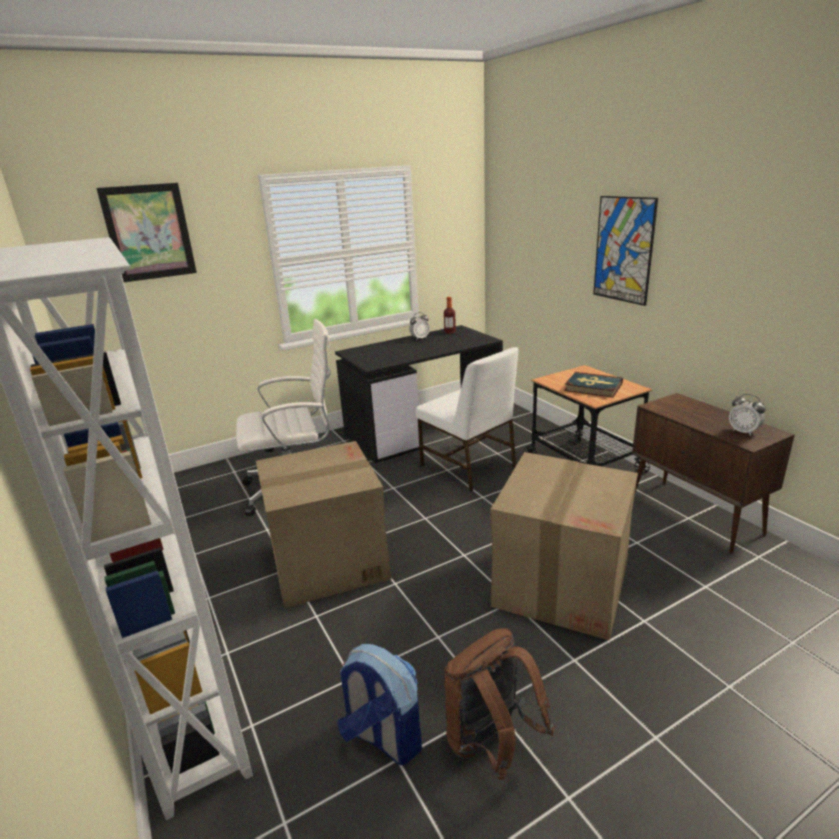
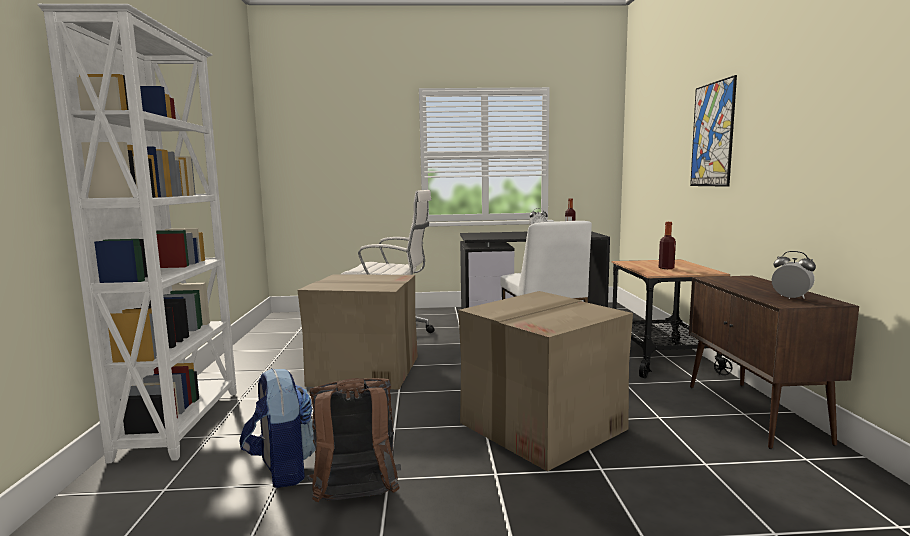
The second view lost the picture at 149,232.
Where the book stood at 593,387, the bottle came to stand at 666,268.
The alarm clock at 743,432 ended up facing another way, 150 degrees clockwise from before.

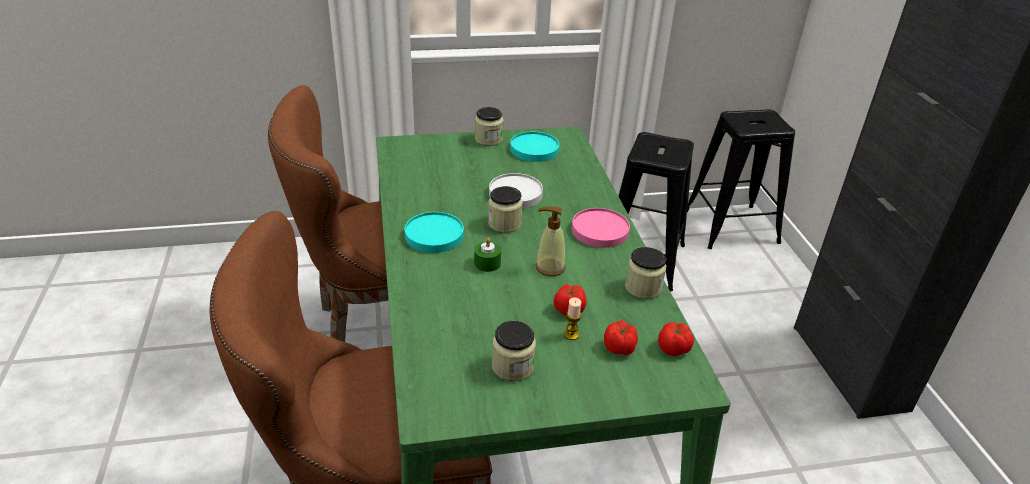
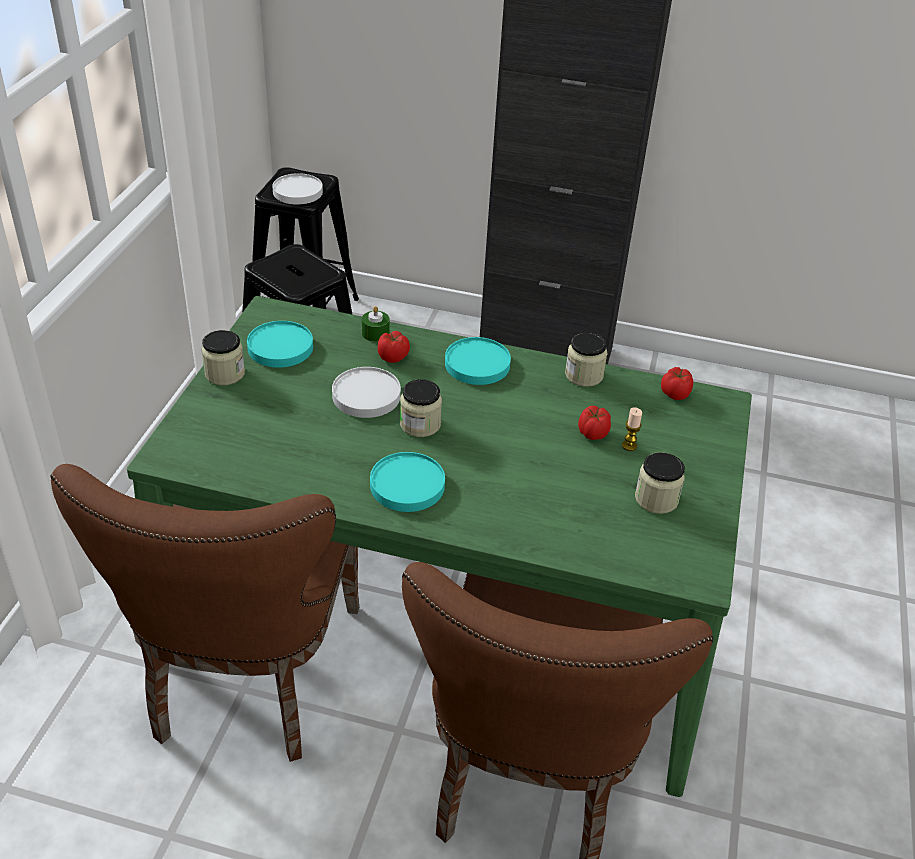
The green candle ended up elsewhere, having gone from 487,263 to 375,333.
The second view lost the soap dispenser at 550,267.
What was the pink plate at 600,231 turned into the turquoise plate at 477,364.
The tomato ended up elsewhere, having gone from 619,348 to 393,357.
The second view gained the white plate at 298,192.

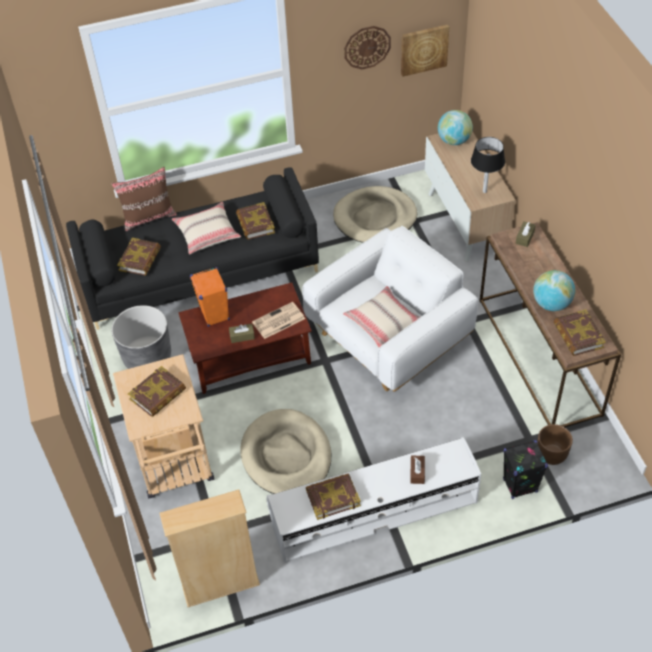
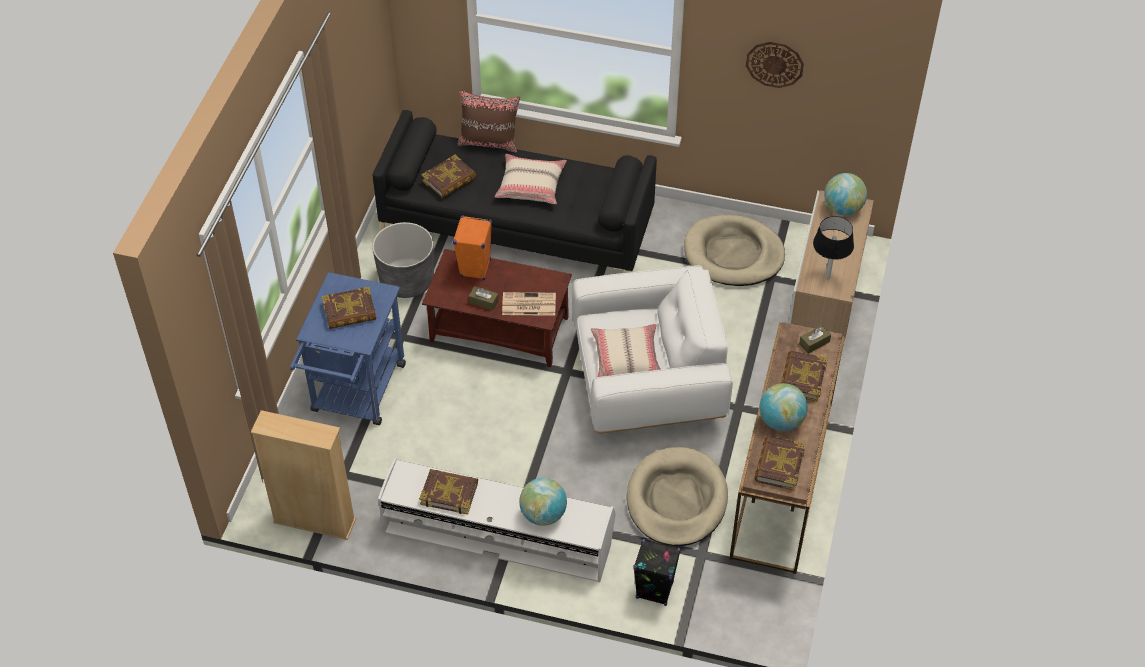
What was the beige cart at 175,466 turned into the blue cart at 356,395.
The book ended up elsewhere, having gone from 255,224 to 802,379.
The beige dog bed ended up elsewhere, having gone from 286,455 to 676,500.
The second view lost the picture at 424,49.
Where the brown tissue box stood at 417,472, the globe came to stand at 543,514.
The second view lost the brown planter at 551,454.

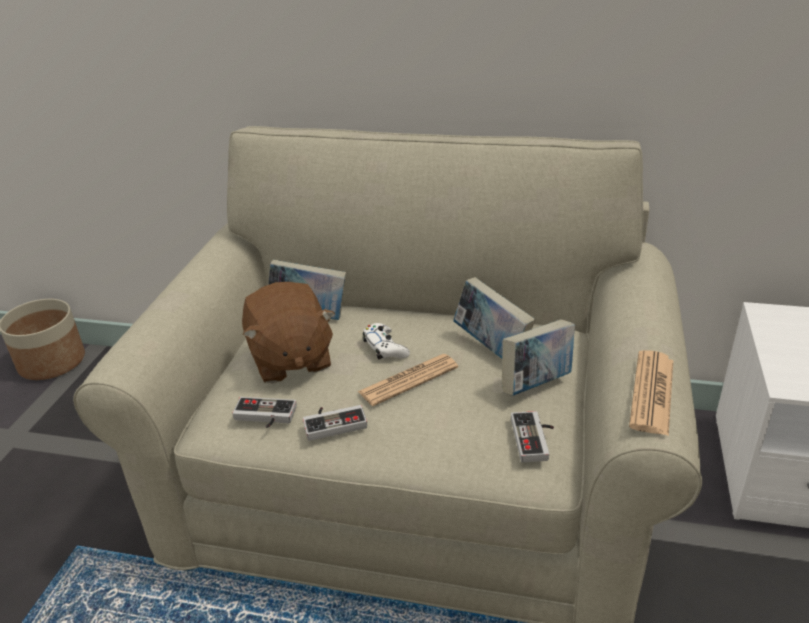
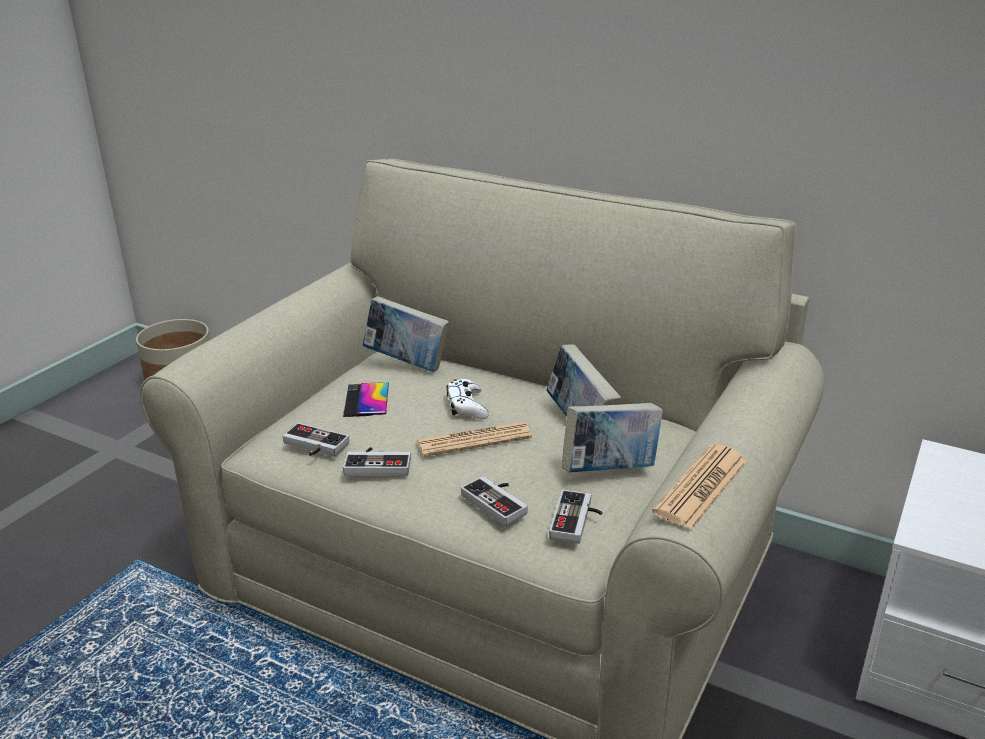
Where the brown plush toy stood at 290,359, the phone came to stand at 366,400.
The second view gained the game controller at 499,502.

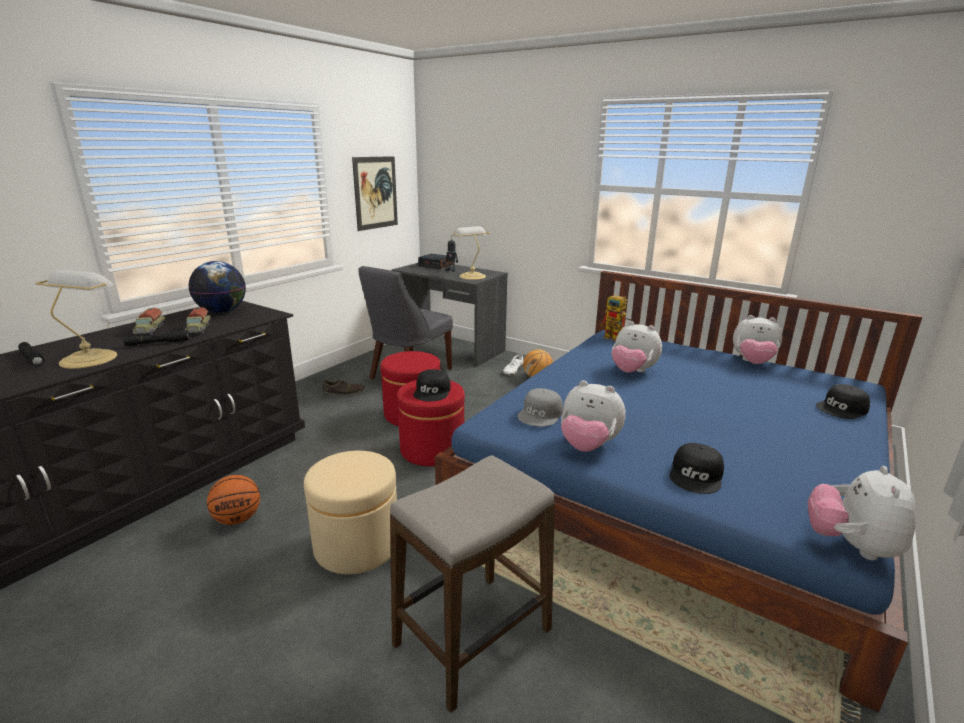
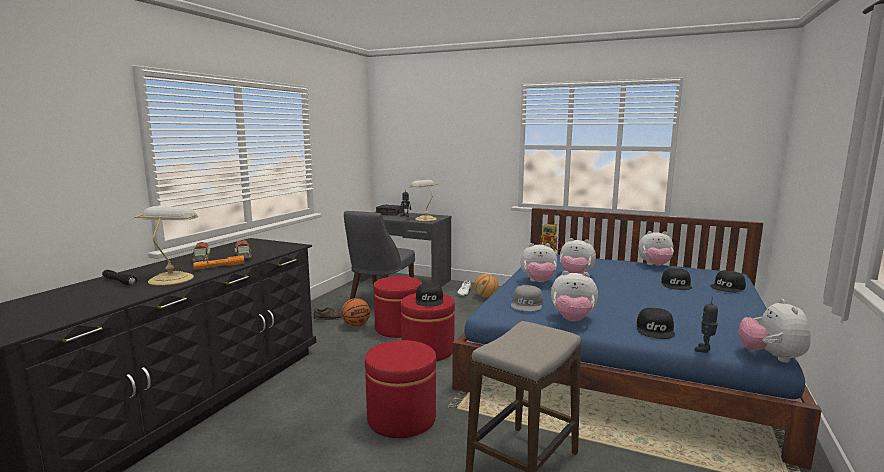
What was the black flashlight at 157,343 turned into the orange flashlight at 219,267.
The second view lost the globe at 222,311.
The basketball ended up elsewhere, having gone from 237,519 to 356,325.
What was the beige ottoman at 357,545 turned into the red ottoman at 401,418.
The second view lost the picture at 375,193.
The second view gained the plush toy at 538,282.
The second view gained the black cap at 677,285.
The second view gained the toy robot at 705,350.

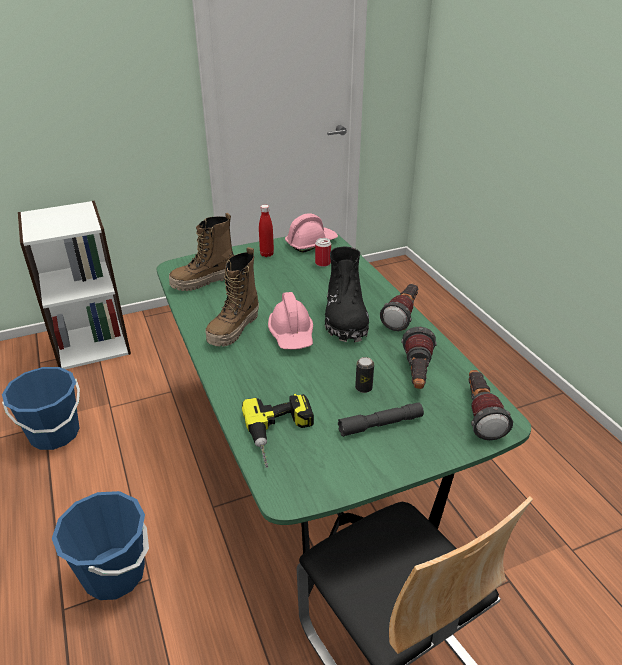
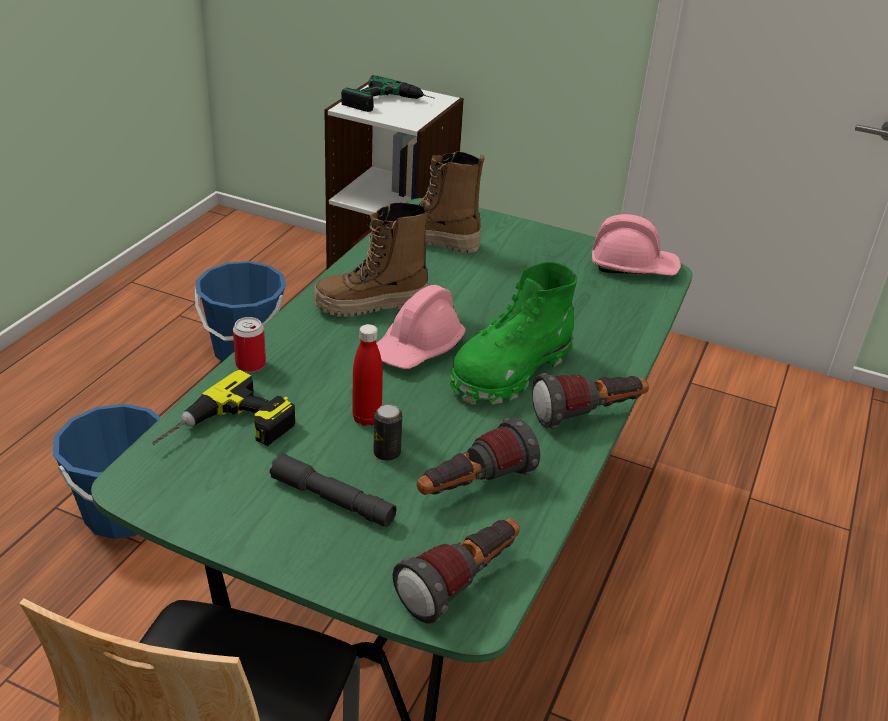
The red bottle ended up elsewhere, having gone from 267,254 to 367,418.
The can ended up elsewhere, having gone from 323,263 to 250,364.
What was the black boot at 345,318 turned into the green boot at 510,371.
The second view gained the power drill at 389,103.

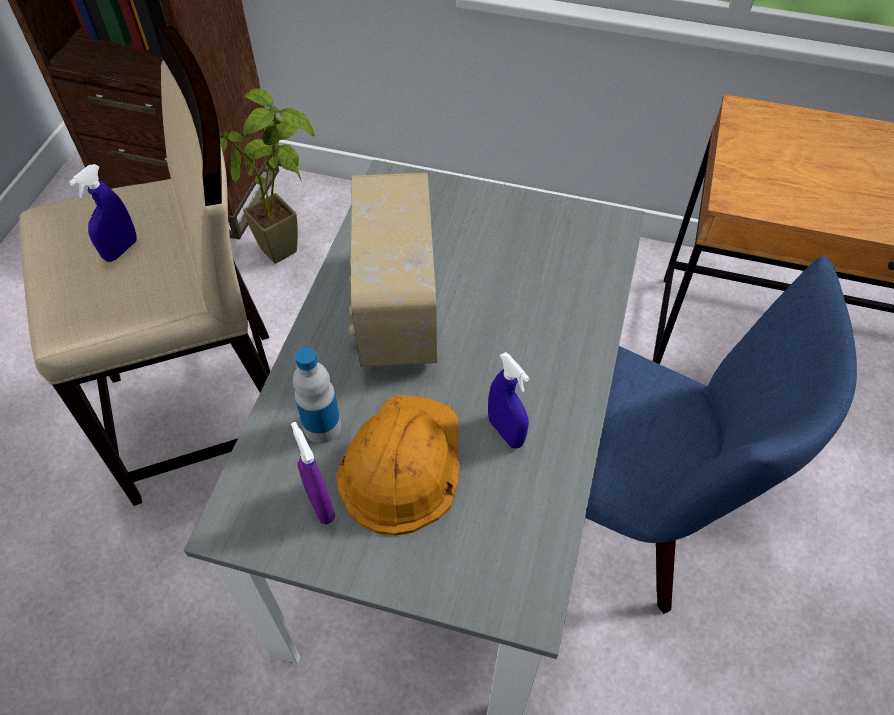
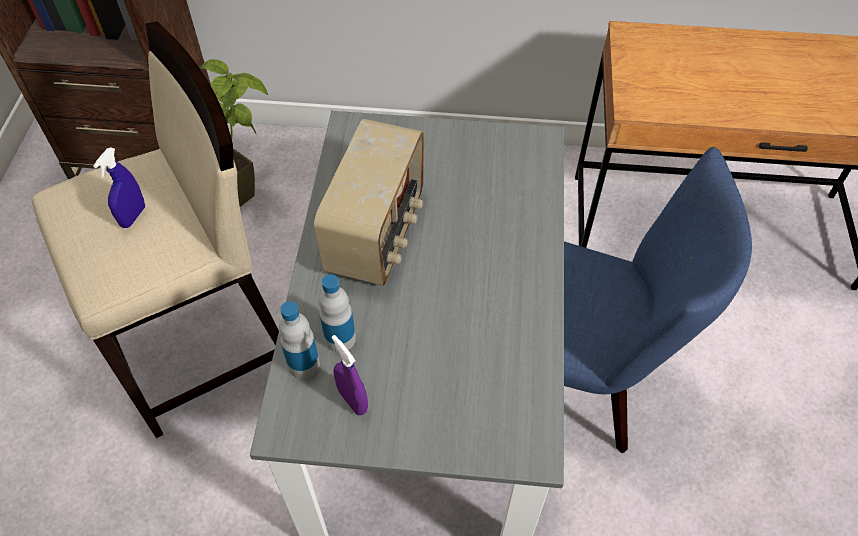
The second view lost the orange hard hat at 402,464.
The radio at 395,309 ended up facing another way, 150 degrees counterclockwise from before.
The second view lost the blue spray bottle at 505,432.
The second view gained the bottle at 303,364.

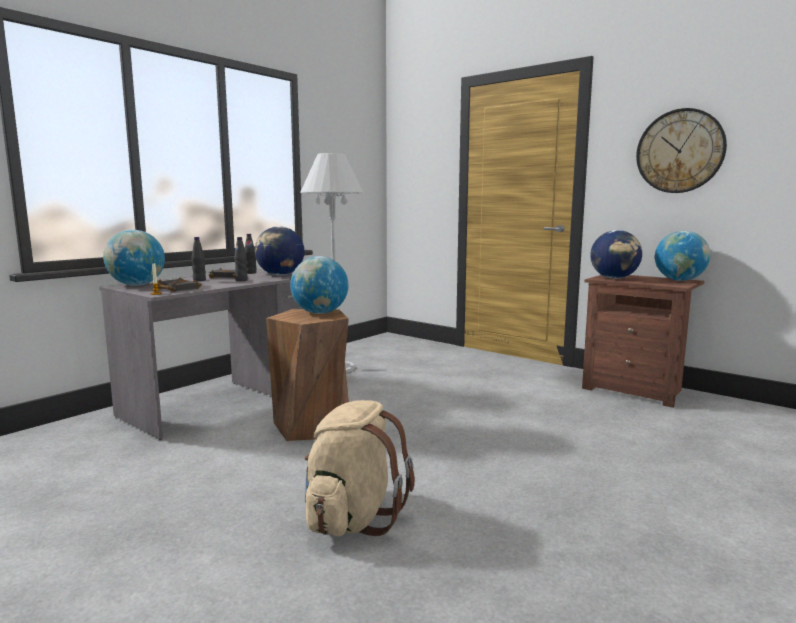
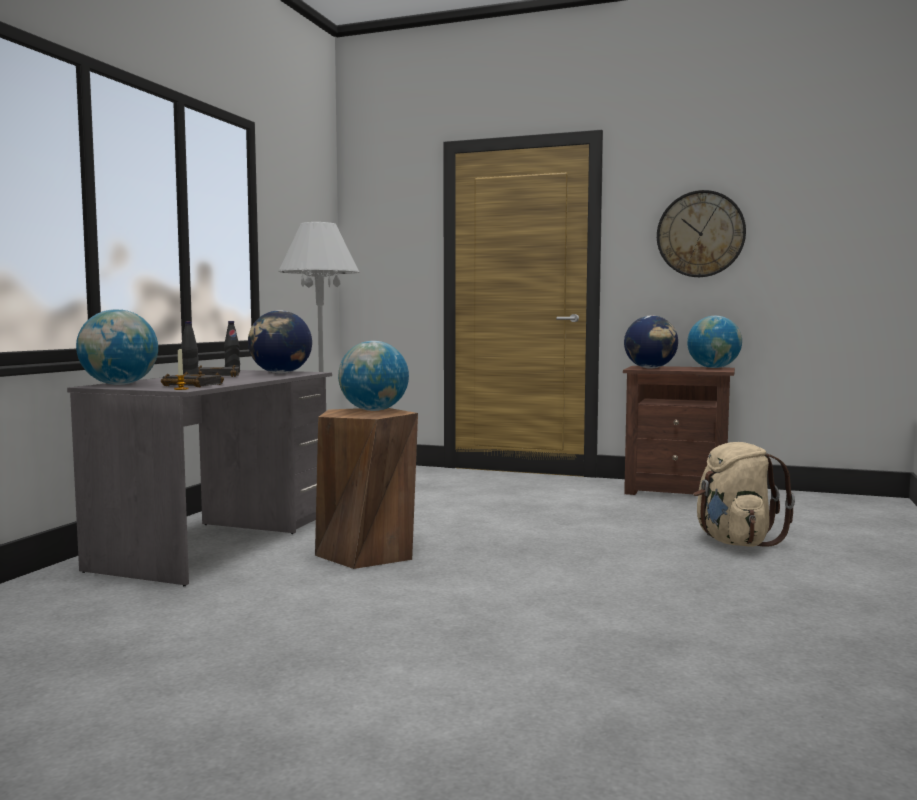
The second view lost the black bottle at 241,280.
The beige backpack ended up elsewhere, having gone from 353,518 to 735,542.

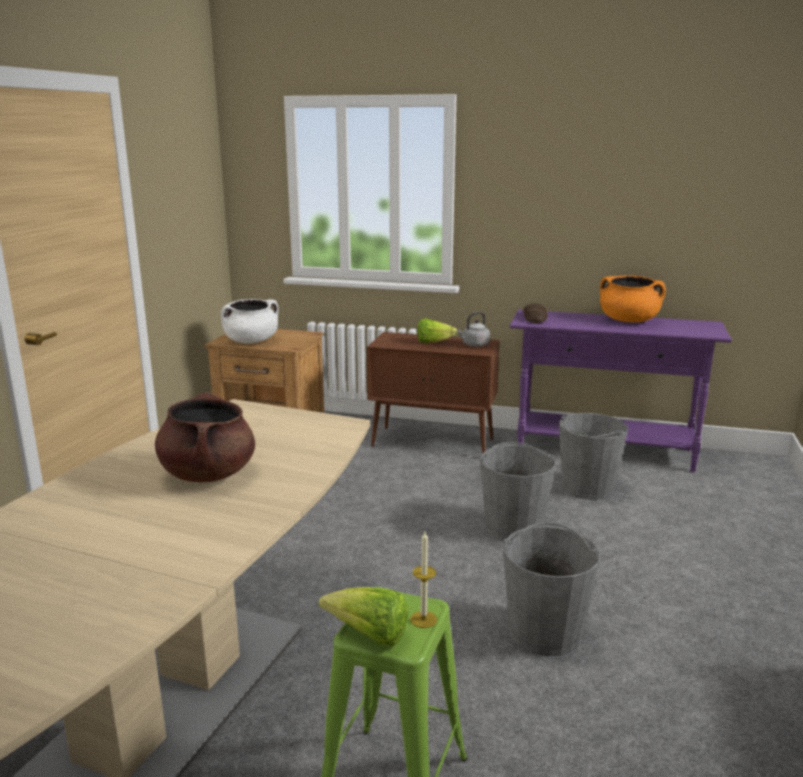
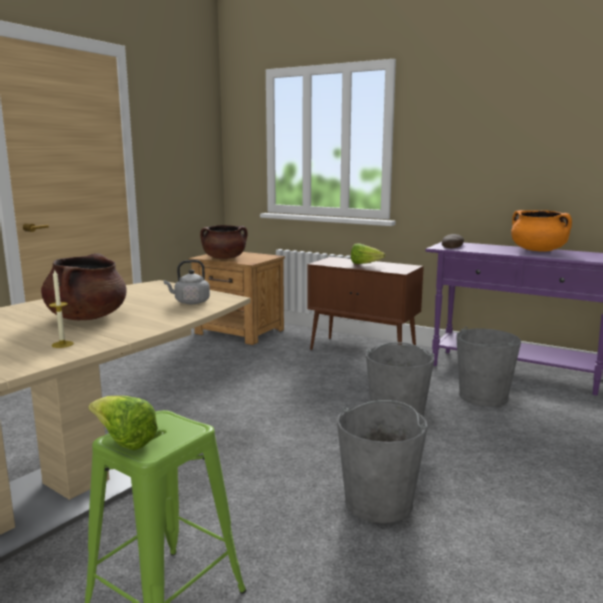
What was the white cooking pot at 251,341 turned into the brown cooking pot at 224,258.
The candle ended up elsewhere, having gone from 423,619 to 62,344.
The grey kettle ended up elsewhere, having gone from 474,345 to 190,302.

